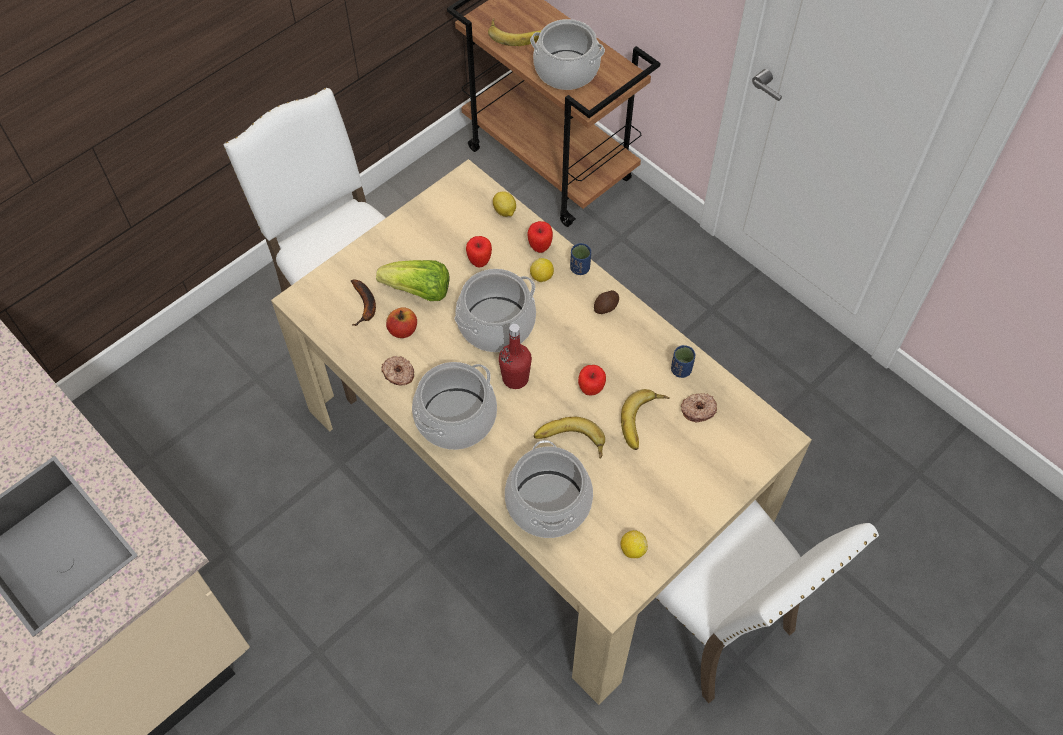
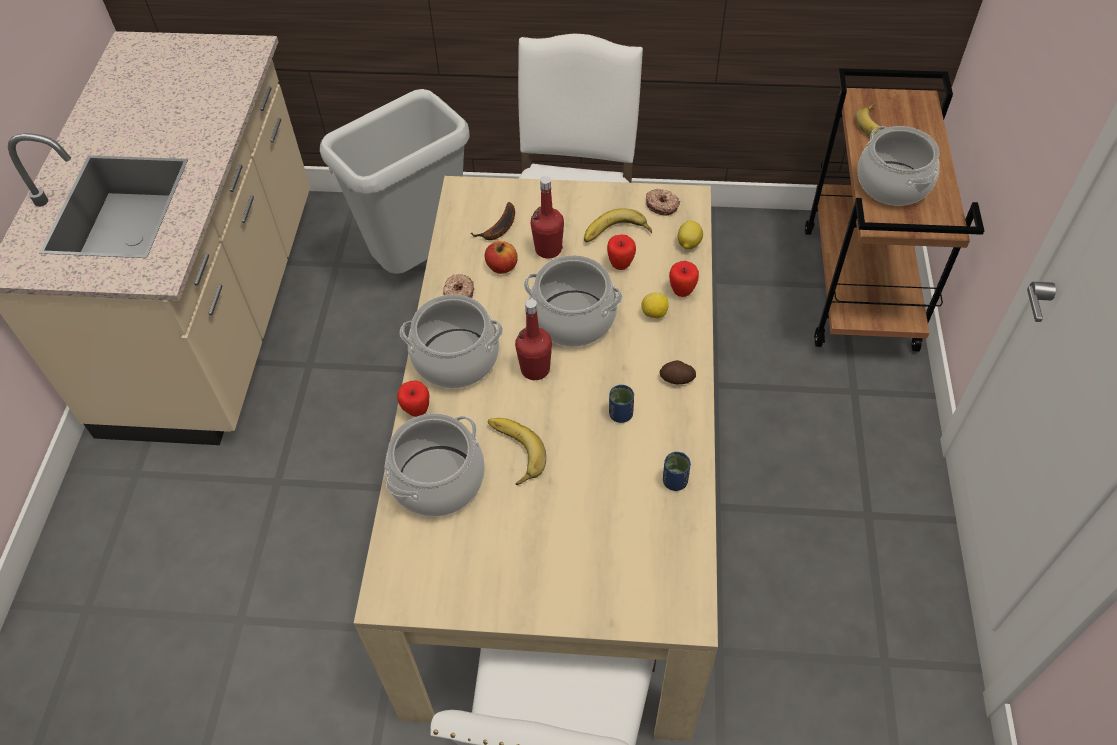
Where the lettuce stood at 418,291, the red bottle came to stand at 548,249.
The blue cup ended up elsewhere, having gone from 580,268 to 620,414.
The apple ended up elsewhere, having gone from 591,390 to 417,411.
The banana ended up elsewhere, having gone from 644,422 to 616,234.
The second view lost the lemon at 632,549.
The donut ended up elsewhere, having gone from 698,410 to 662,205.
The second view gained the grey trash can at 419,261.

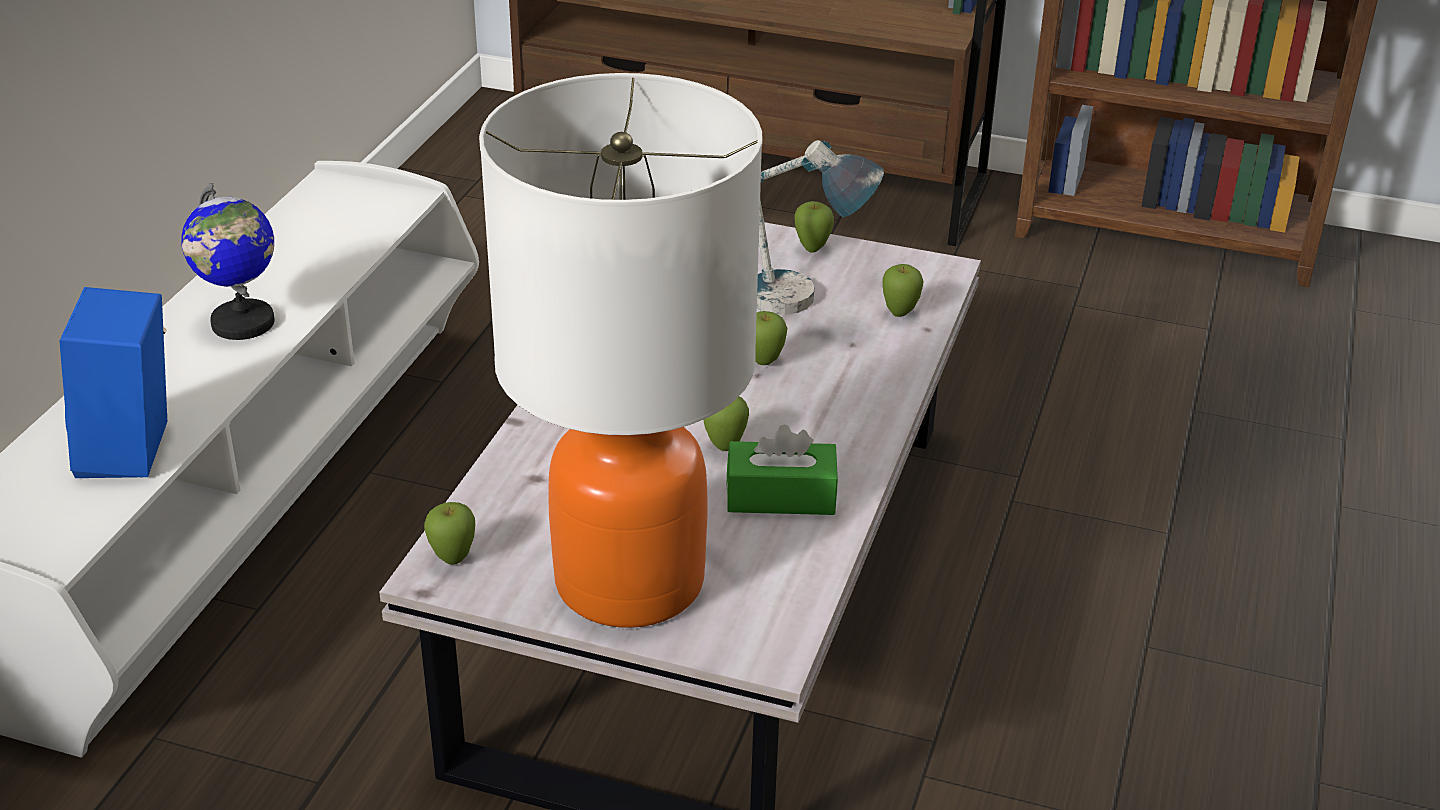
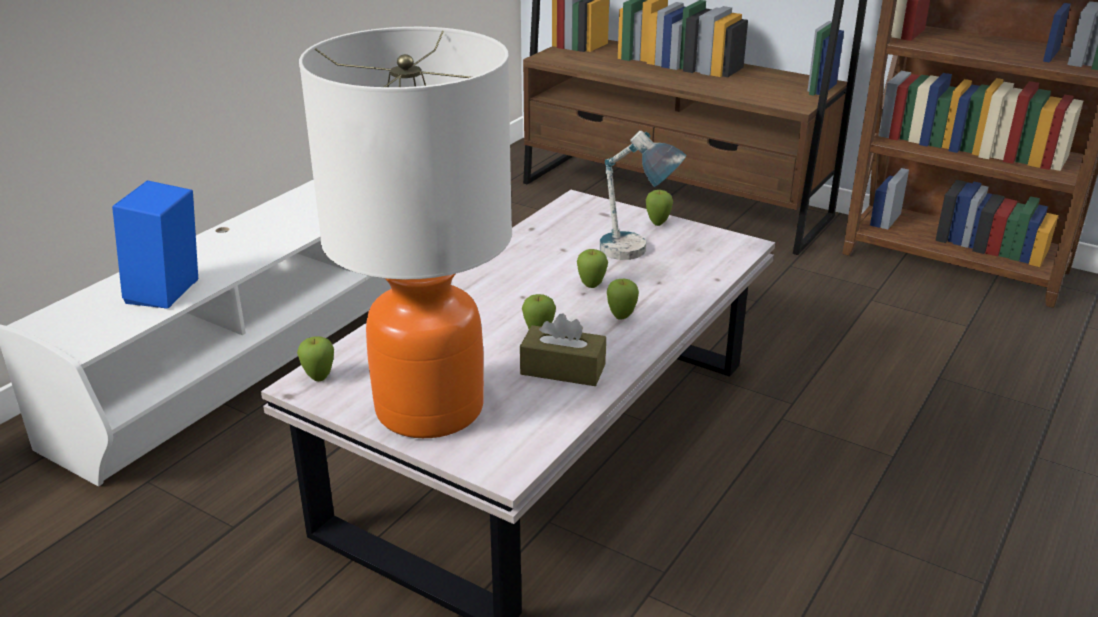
The second view lost the globe at 242,323.
What was the green tissue box at 781,496 turned into the brown tissue box at 563,369.
The apple ended up elsewhere, having gone from 900,314 to 621,317.

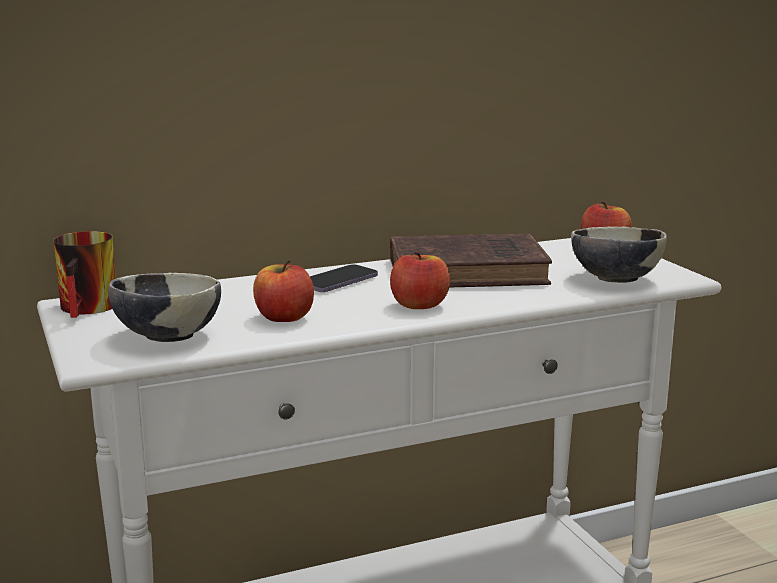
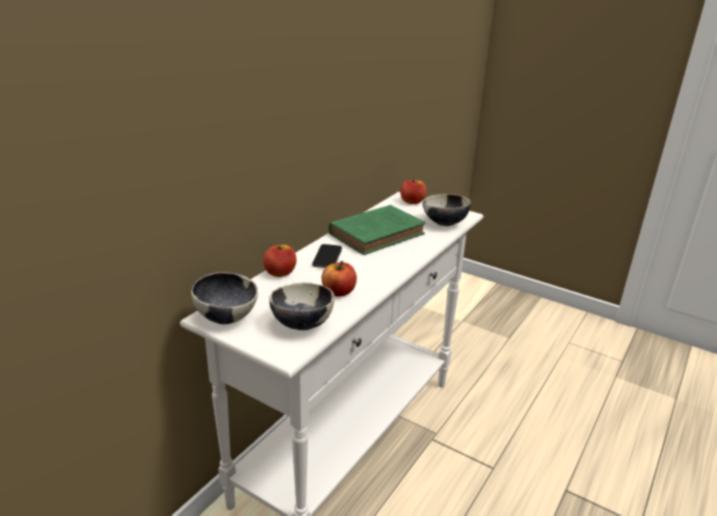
Where the mug stood at 92,308, the bowl came to stand at 226,317.
What was the brown book at 472,272 turned into the green book at 378,233.
The apple ended up elsewhere, having gone from 419,305 to 280,273.

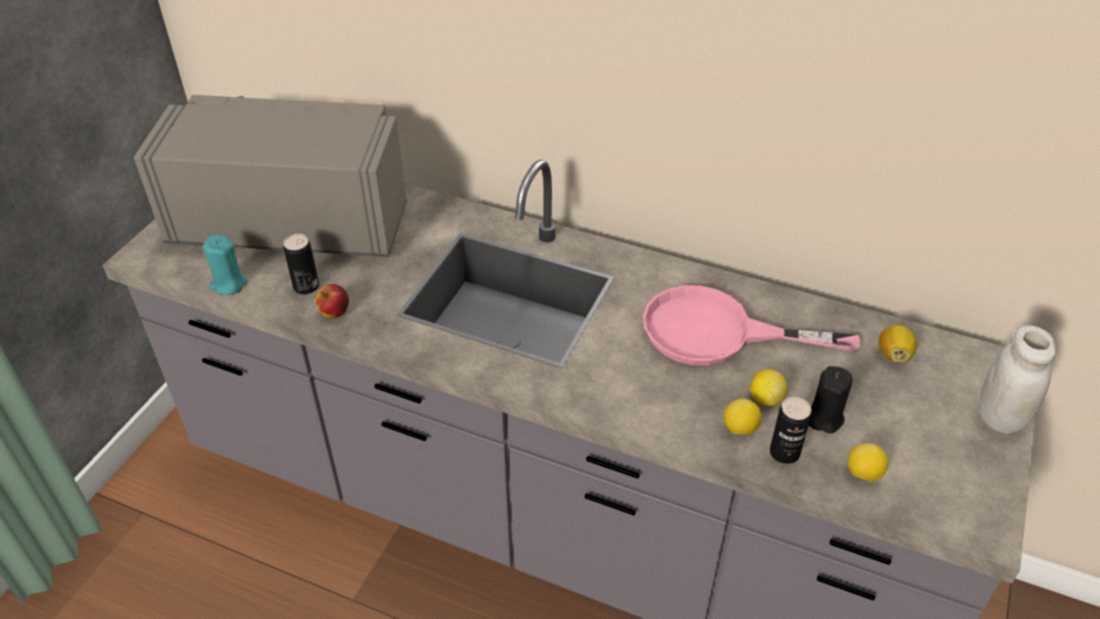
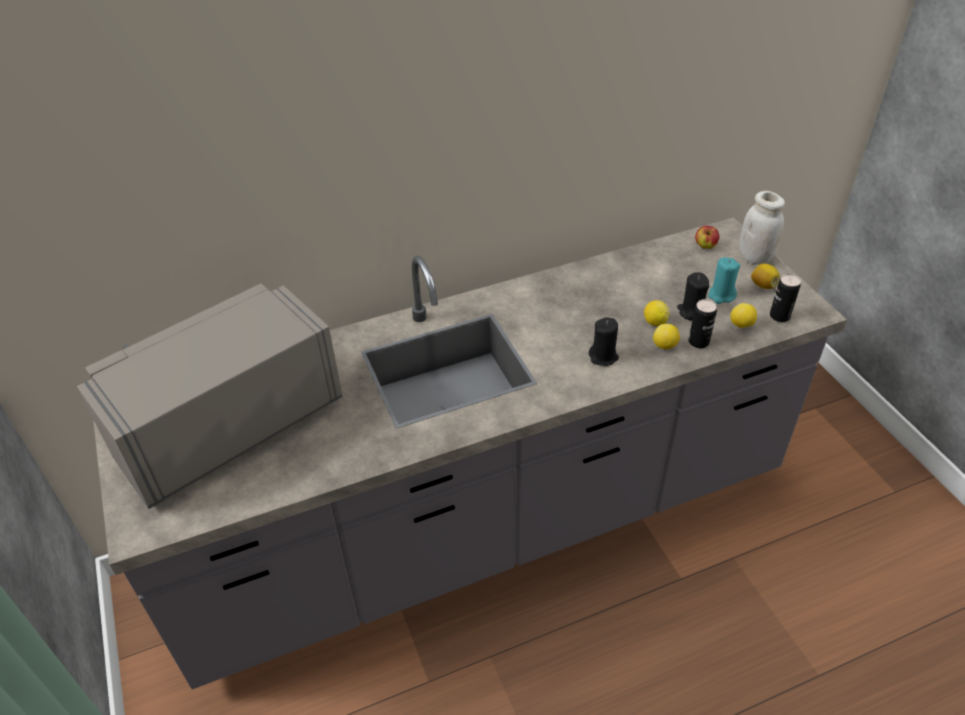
The turquoise candle ended up elsewhere, having gone from 228,284 to 721,295.
The can ended up elsewhere, having gone from 306,286 to 779,316.
The apple ended up elsewhere, having gone from 334,312 to 705,246.
The second view lost the pink frying pan at 717,333.
The lemon ended up elsewhere, having gone from 893,355 to 763,285.
The second view gained the black candle at 603,356.

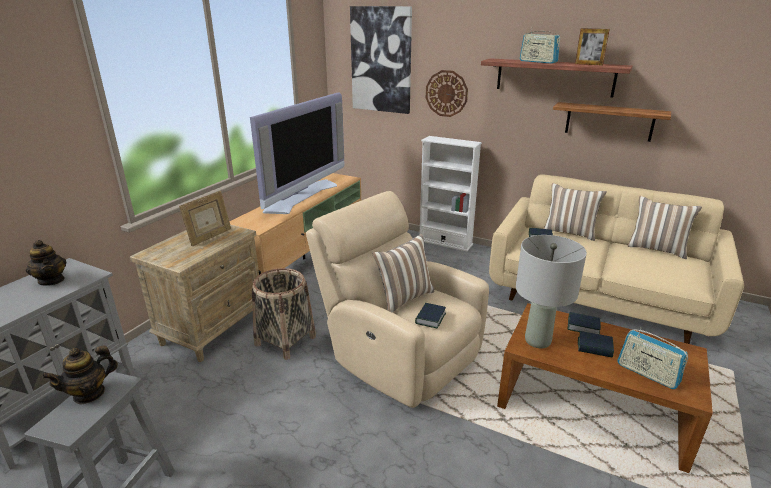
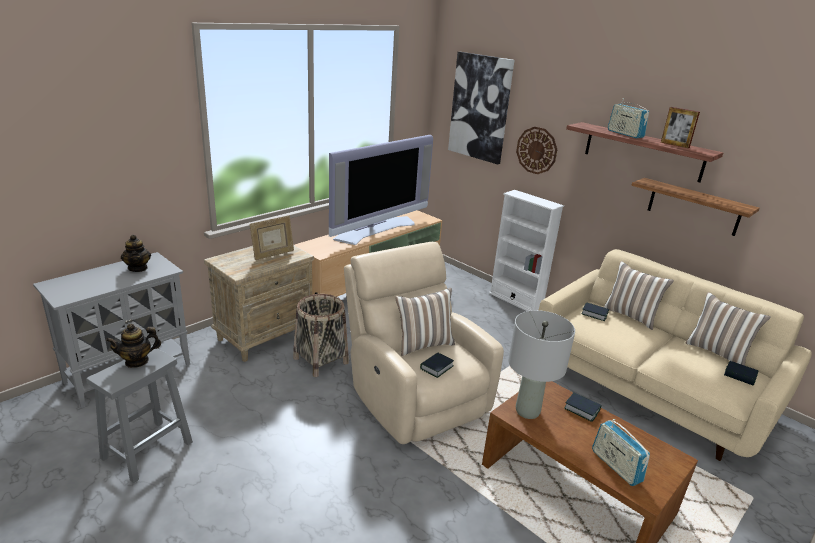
The book ended up elsewhere, having gone from 594,347 to 740,376.

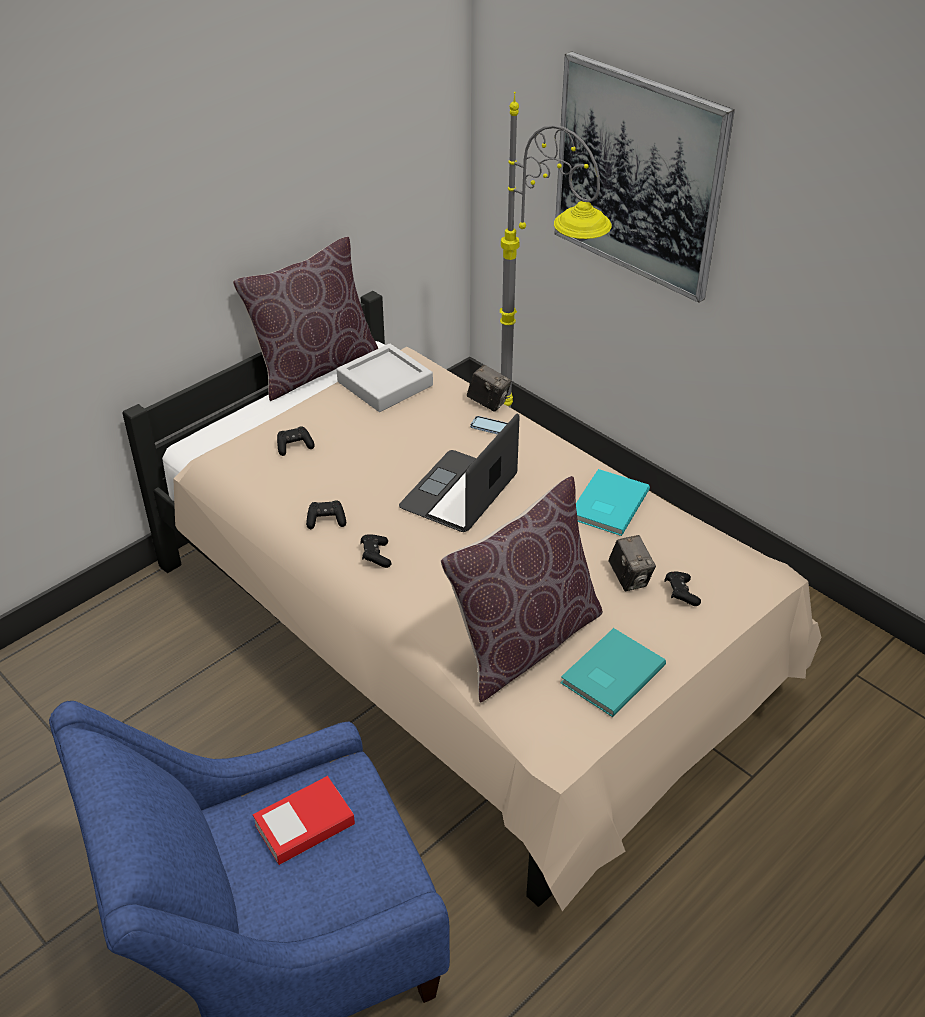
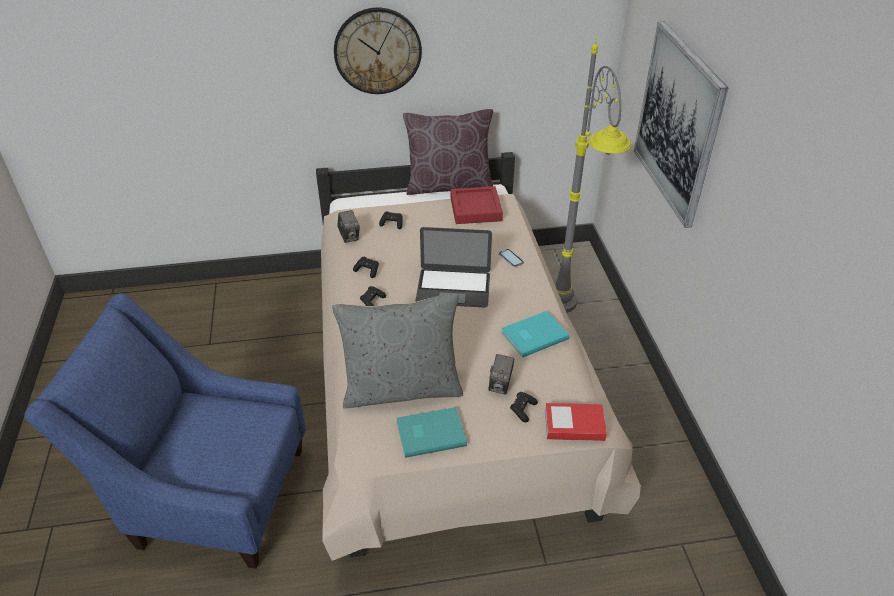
The book ended up elsewhere, having gone from 304,825 to 574,426.
What was the grey tray at 385,384 turned into the red tray at 475,209.
The laptop at 459,492 ended up facing another way, 150 degrees counterclockwise from before.
What was the brown pillow at 524,641 turned into the grey pillow at 401,388.
The photo camera ended up elsewhere, having gone from 488,403 to 349,236.
The second view gained the wall clock at 377,51.

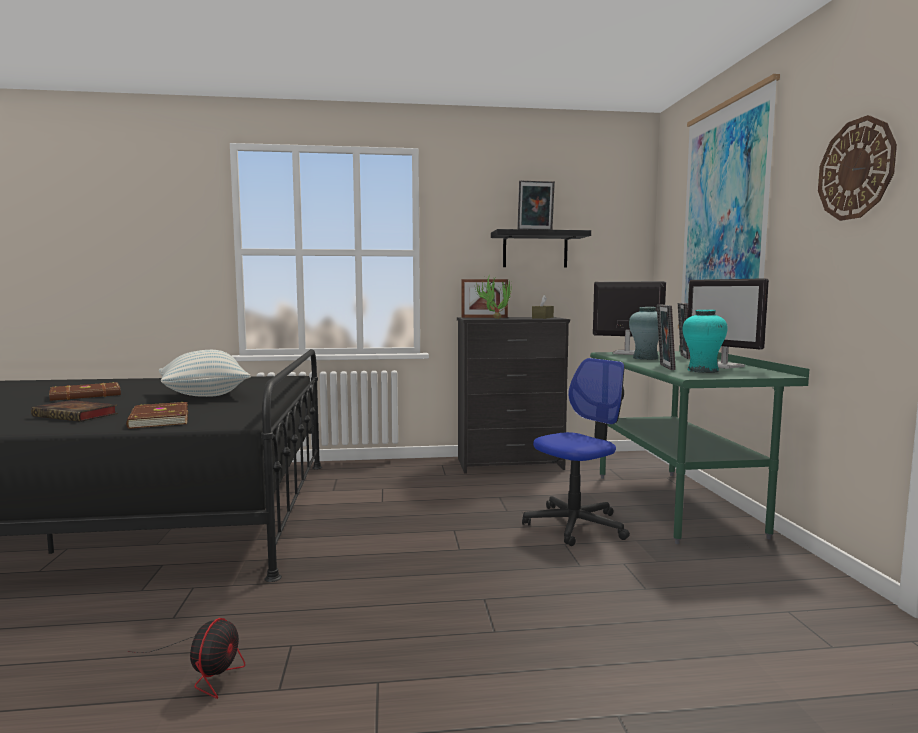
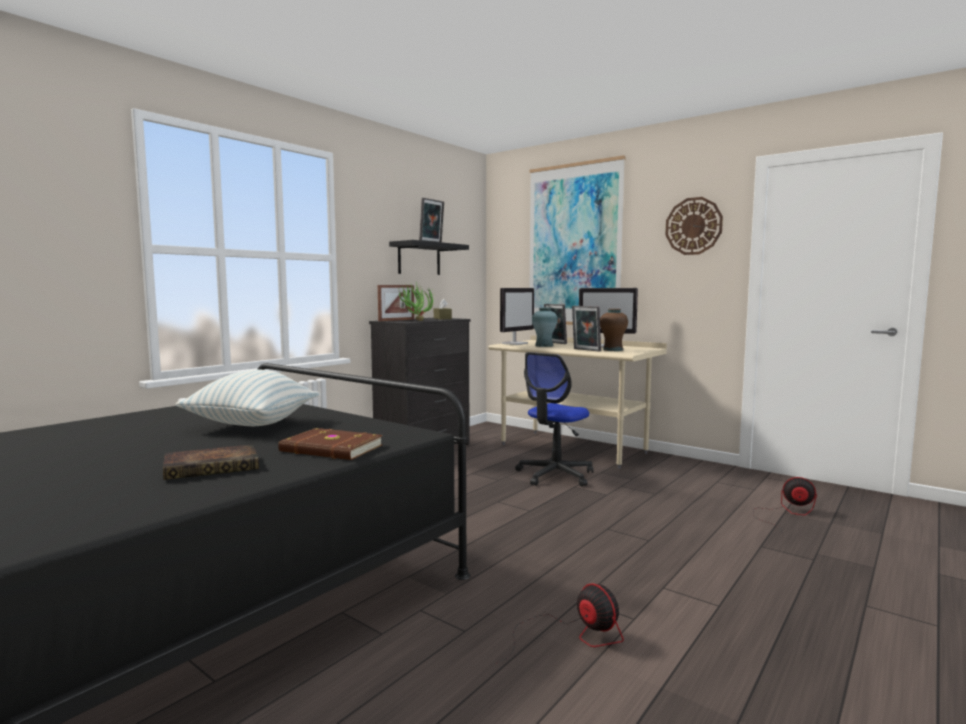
The second view lost the brown book at 86,395.
The office chair at 575,525 ended up facing another way, 150 degrees counterclockwise from before.
What was the green desk at 674,504 turned into the beige desk at 573,448.
The monitor at 626,353 ended up facing another way, 150 degrees clockwise from before.
What was the turquoise vase at 703,371 turned into the brown vase at 613,350.
The second view gained the fan at 786,513.

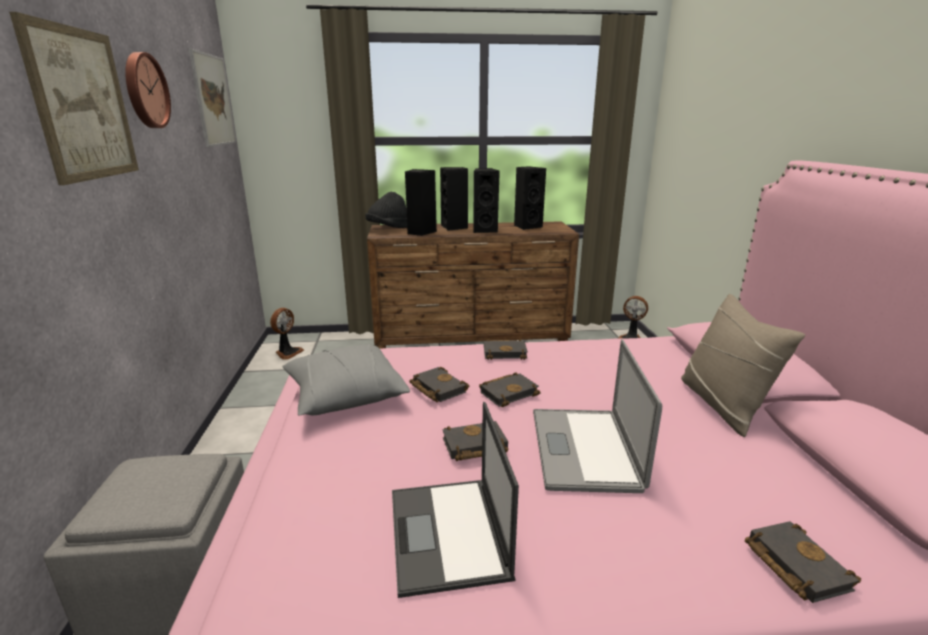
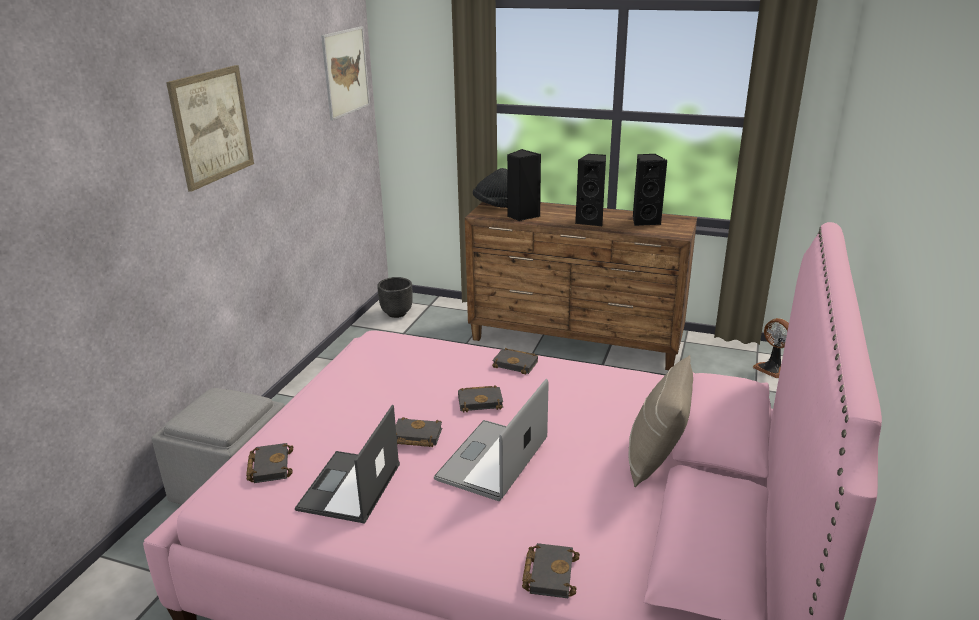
The second view lost the wall clock at 145,91.
Where the fan stood at 288,353, the black planter came to stand at 396,313.
The second view lost the grey pillow at 345,395.
The black book ended up elsewhere, having gone from 436,388 to 269,466.
The second view lost the black speaker at 454,227.

